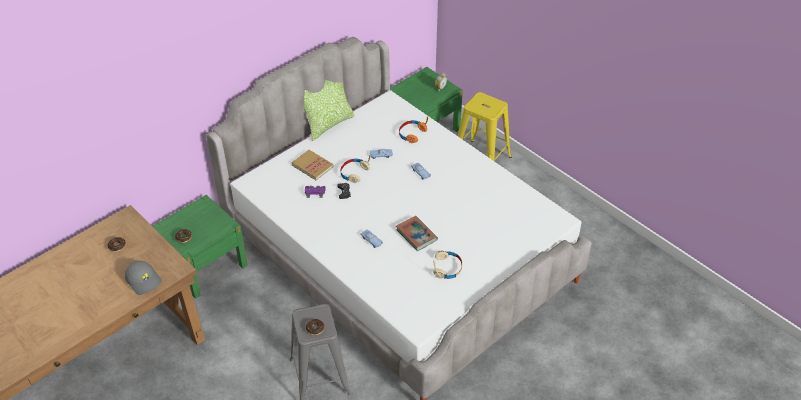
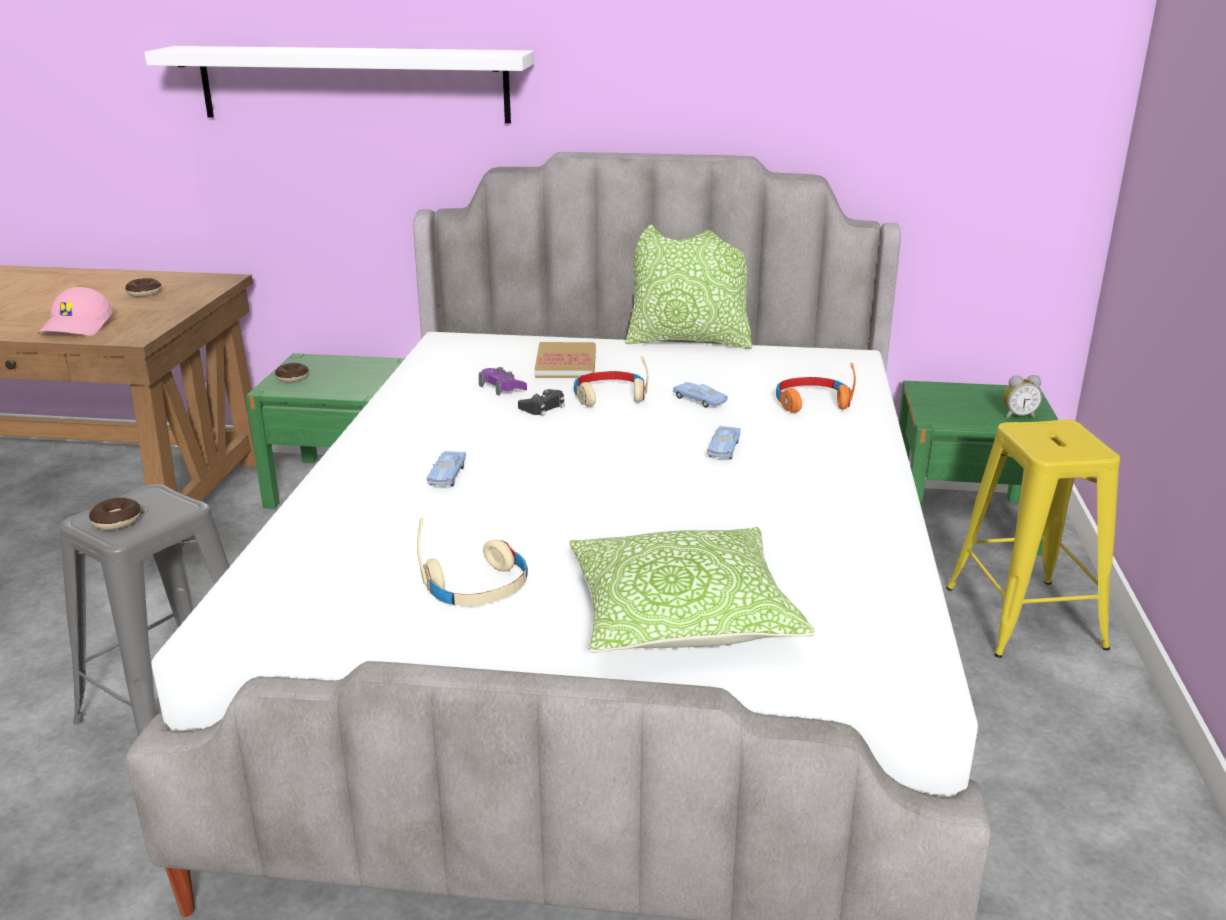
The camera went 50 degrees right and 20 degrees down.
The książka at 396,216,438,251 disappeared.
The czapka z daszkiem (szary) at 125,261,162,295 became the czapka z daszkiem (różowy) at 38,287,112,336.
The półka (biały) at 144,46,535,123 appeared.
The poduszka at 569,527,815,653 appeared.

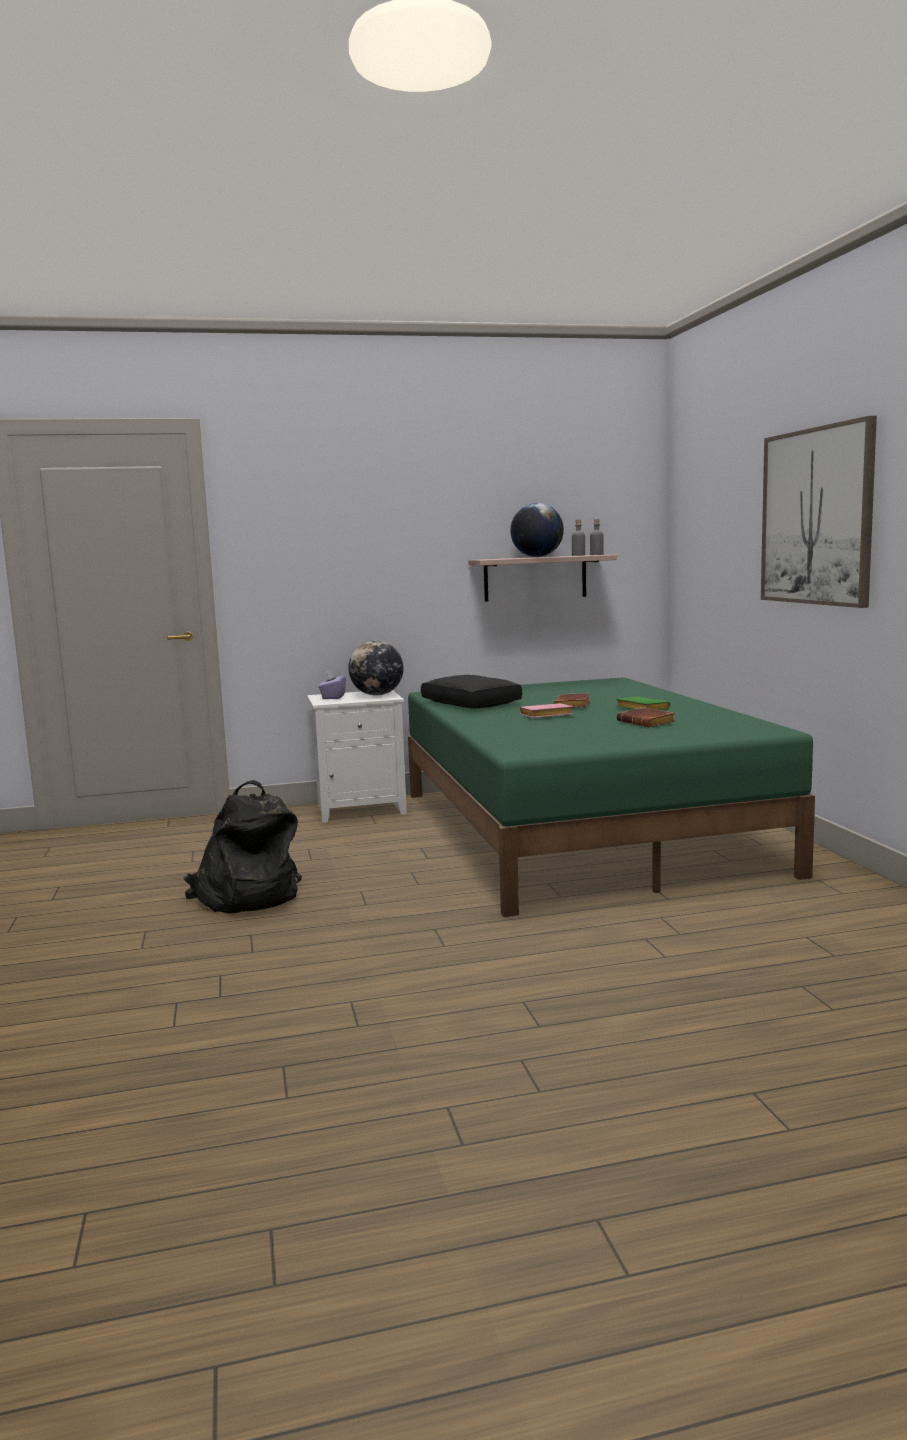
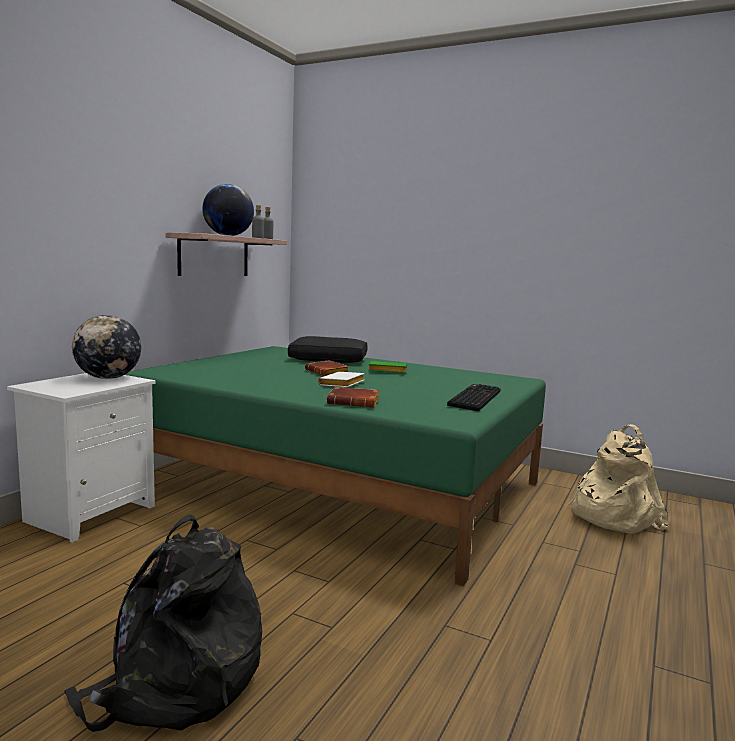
The camera went 50 degrees left and 0 degrees up.
The obraz at 761,416,877,608 disappeared.
The pudełko chusteczek (fioletowy) at 319,670,346,699 disappeared.
The poduszka (czarny) moved from 421,675,522,708 to 288,336,368,363.
The książka (różowy) at 520,703,573,718 became the książka (biały) at 318,372,365,387.
The książka (brązowy) moved from 617,707,675,727 to 327,387,380,407.
The klawiatura at 447,384,501,411 appeared.
The plecak (beżowy) at 569,424,668,534 appeared.

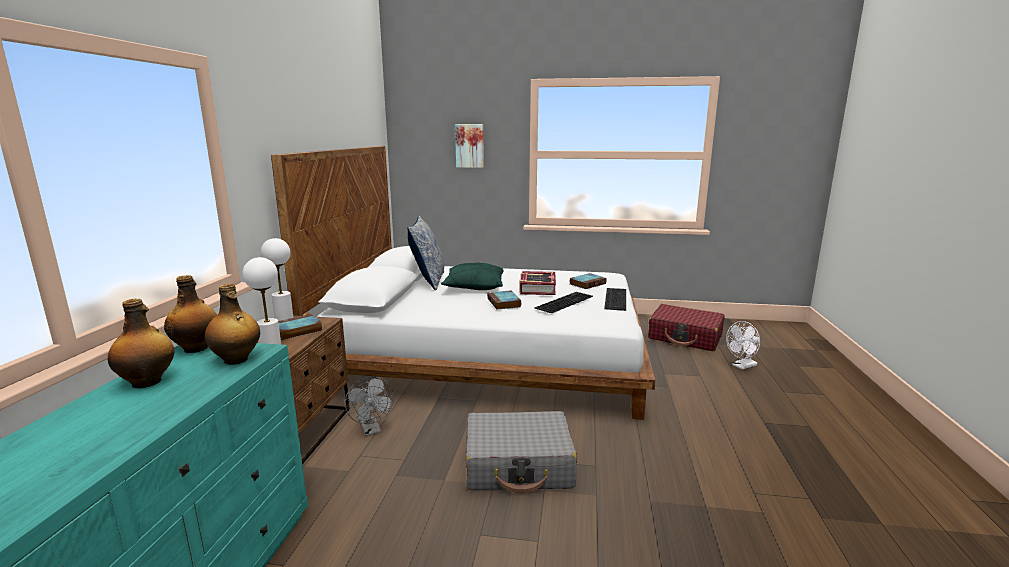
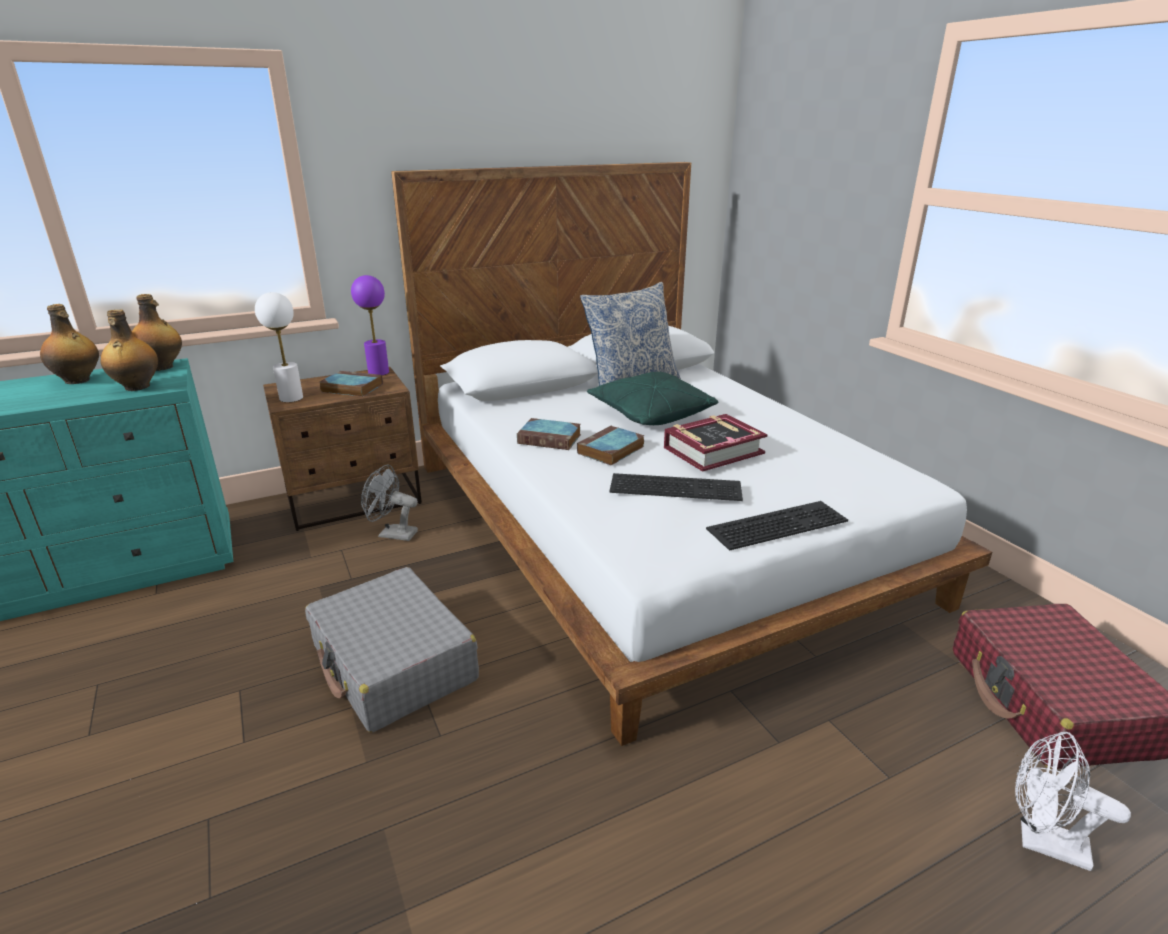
The camera went 55 degrees right and 10 degrees up.
The obraz at 455,124,484,168 disappeared.
The lampa stołowa (biały) at 261,238,294,321 became the lampa stołowa (fioletowy) at 351,275,389,375.
The książka moved from 570,273,607,289 to 517,418,581,450.
The wentylator (szary) at 345,376,394,437 turned 75 degrees clockwise.

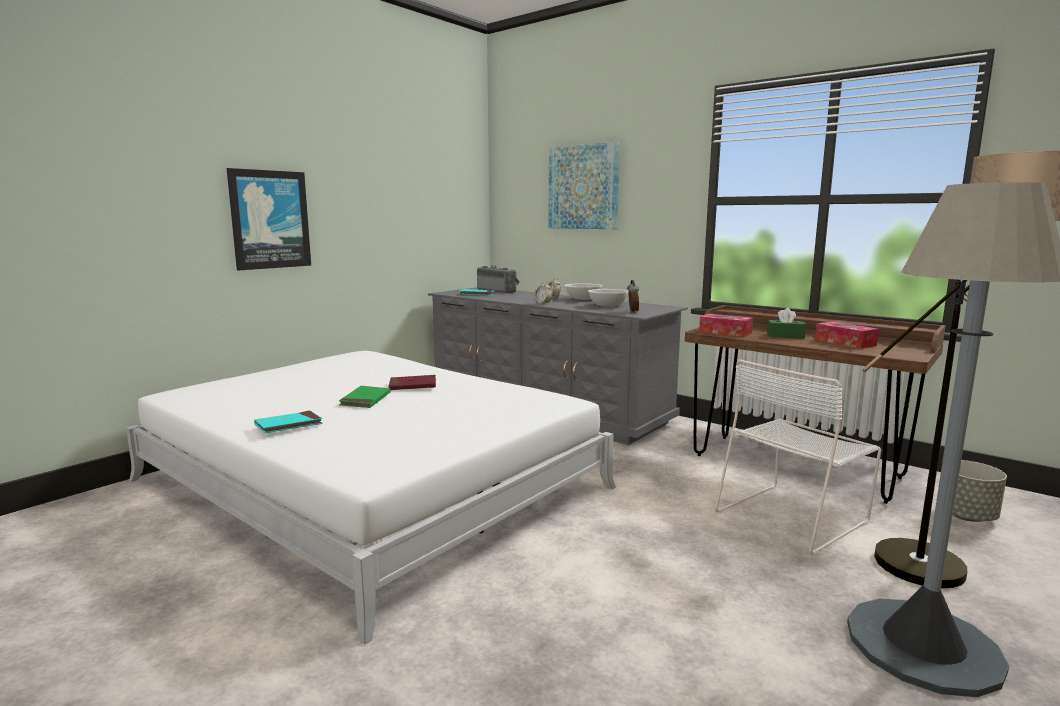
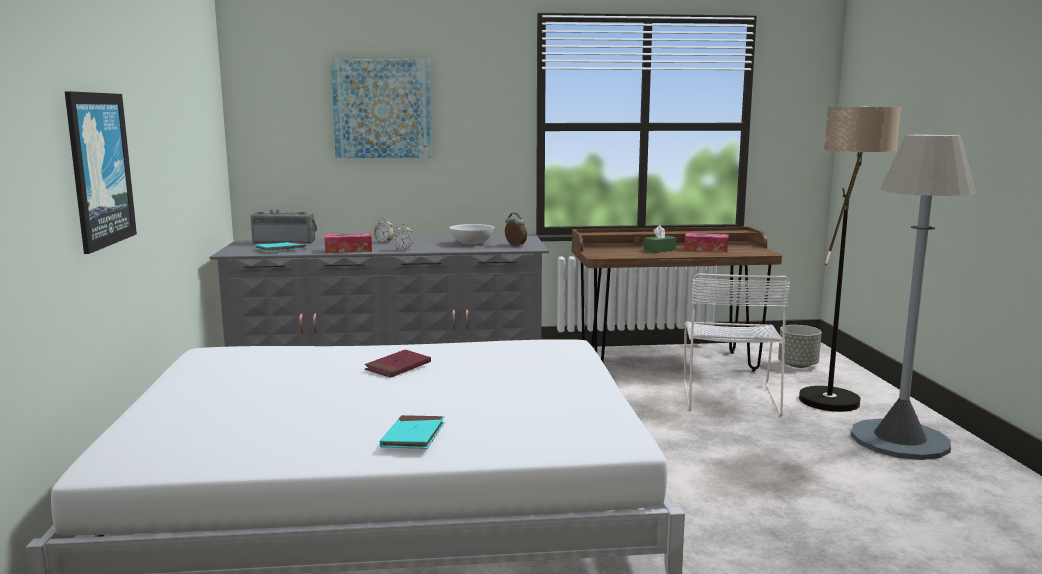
The camera went 45 degrees left and 0 degrees up.
The miska (biały) at 564,283,602,300 disappeared.
The pudełko chusteczek moved from 699,314,753,337 to 325,233,372,253.
The książka (zielony) at 339,386,390,408 disappeared.

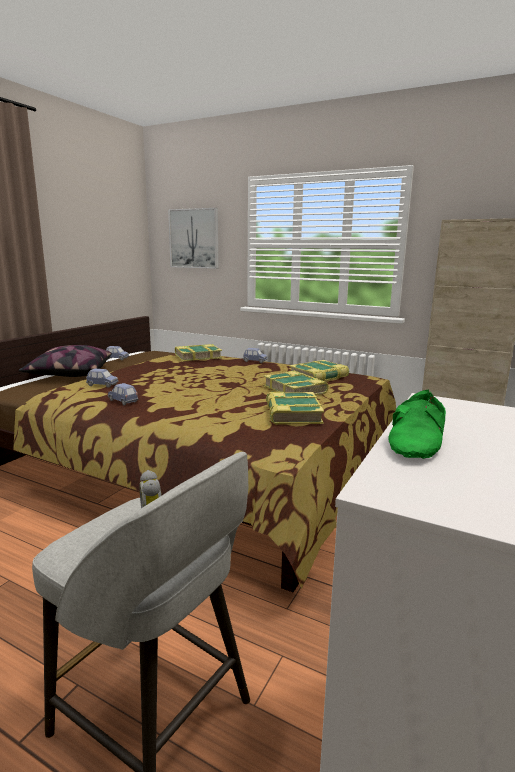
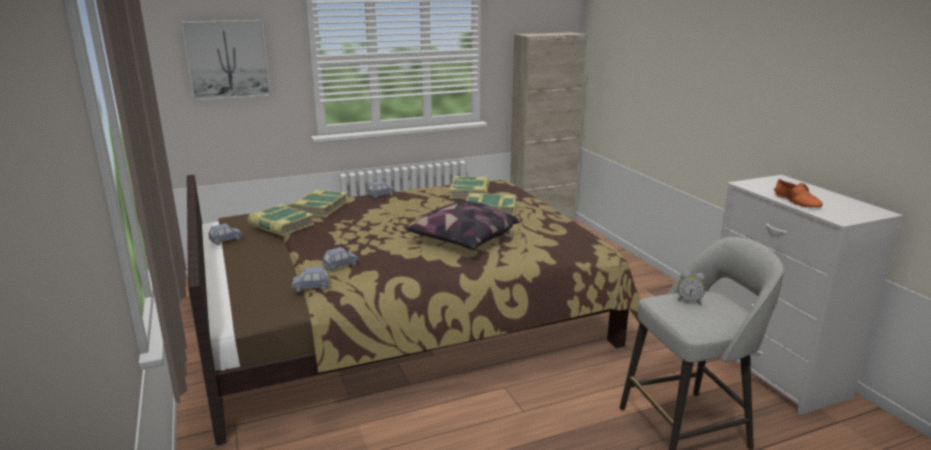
The camera went 50 degrees left and 5 degrees up.
The poduszka moved from 19,345,112,377 to 405,201,521,249.
The samochodzik (niebieski) moved from 108,383,138,405 to 292,267,329,292.
The but (zielony) at 389,389,446,459 became the but (pomarańczowy) at 774,178,823,208.
The książka moved from 266,392,324,425 to 247,204,314,236.

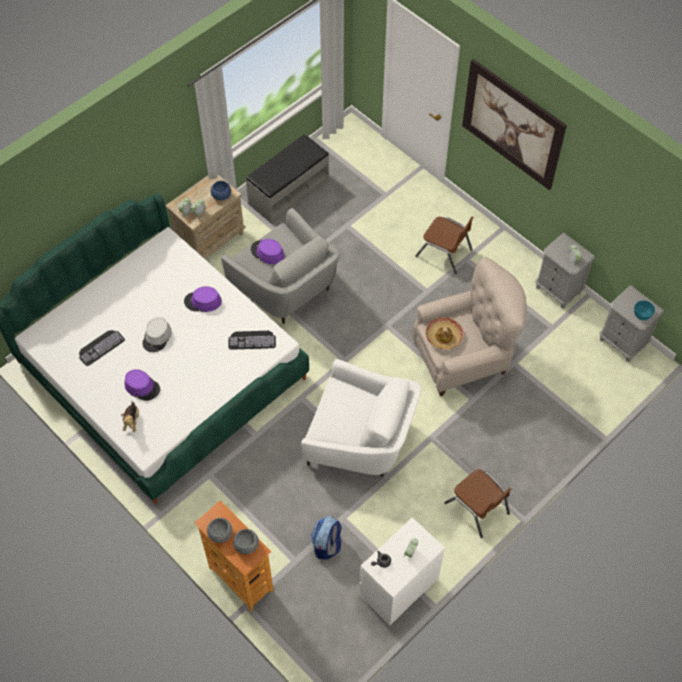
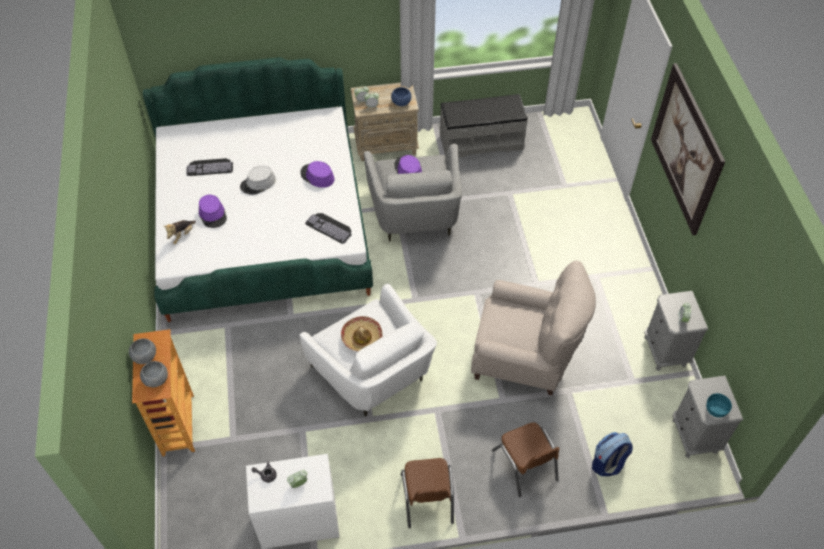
The camera went 35 degrees right and 5 degrees down.
The krzesło (brązowy) moved from 416,217,474,274 to 492,422,559,497.
The kapelusz moved from 425,317,463,349 to 341,316,383,351.
The plecak moved from 311,516,342,560 to 592,432,633,476.

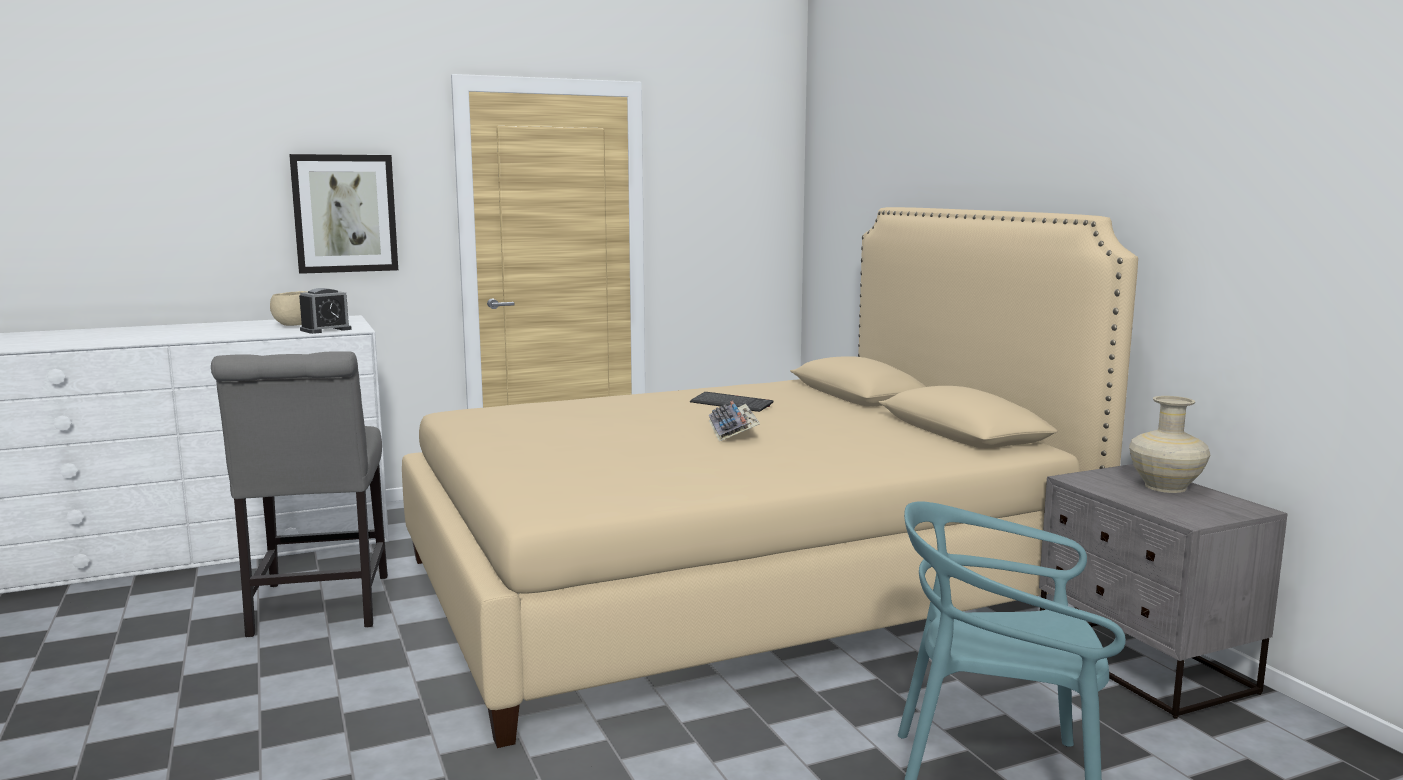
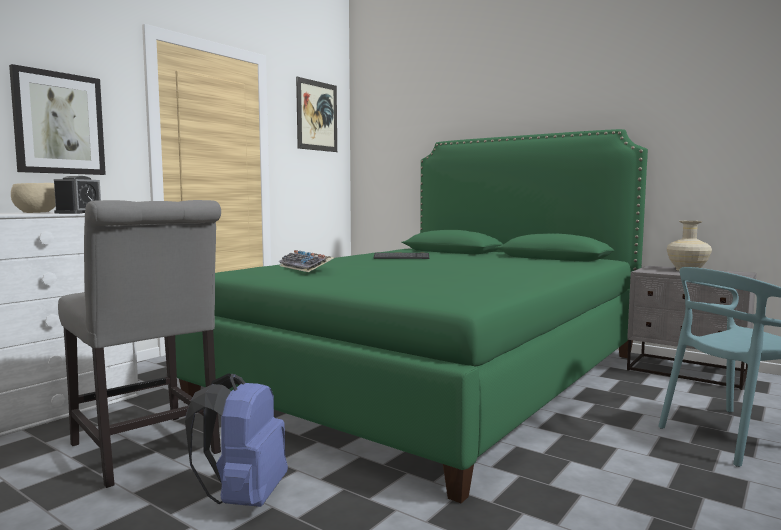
The camera went 30 degrees left and 5 degrees down.
The łóżko (beżowy) at 402,207,1138,748 became the łóżko (zielony) at 175,129,648,503.
The klawiatura moved from 709,401,760,441 to 278,250,335,272.
The obraz at 296,77,337,152 appeared.
The plecak (niebieski) at 185,373,288,507 appeared.

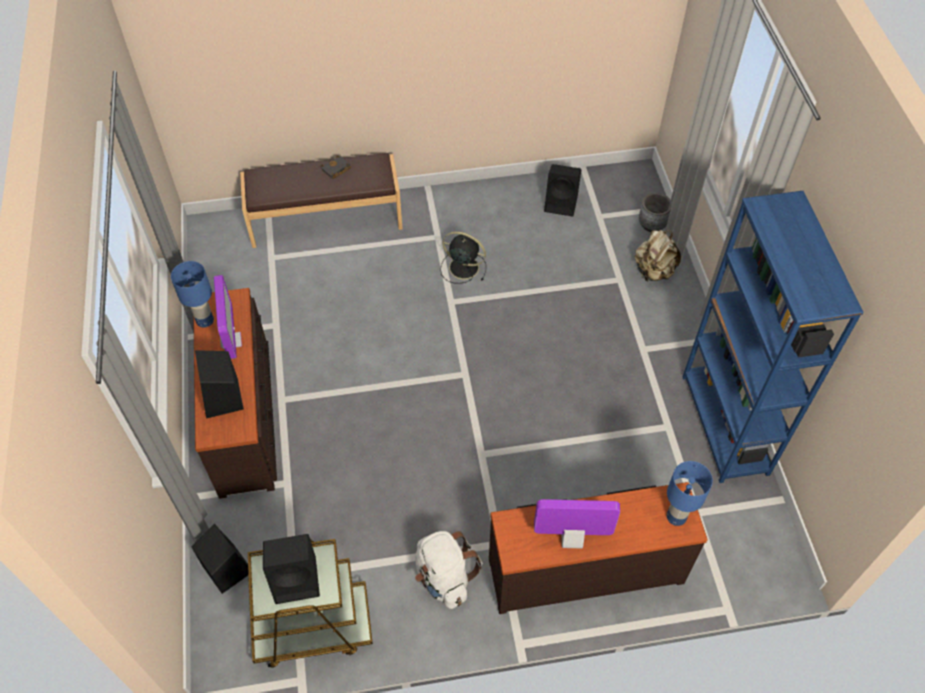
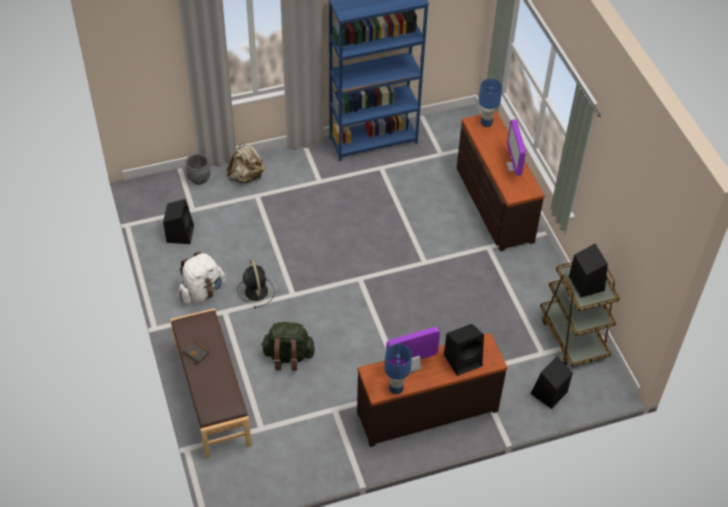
The camera went 100 degrees left and 5 degrees down.
The wentylator (czarny) at 440,231,486,284 turned 150 degrees clockwise.
The plecak (biały) moved from 415,531,483,609 to 179,251,226,304.
The plecak (zielony) at 261,322,315,371 appeared.

